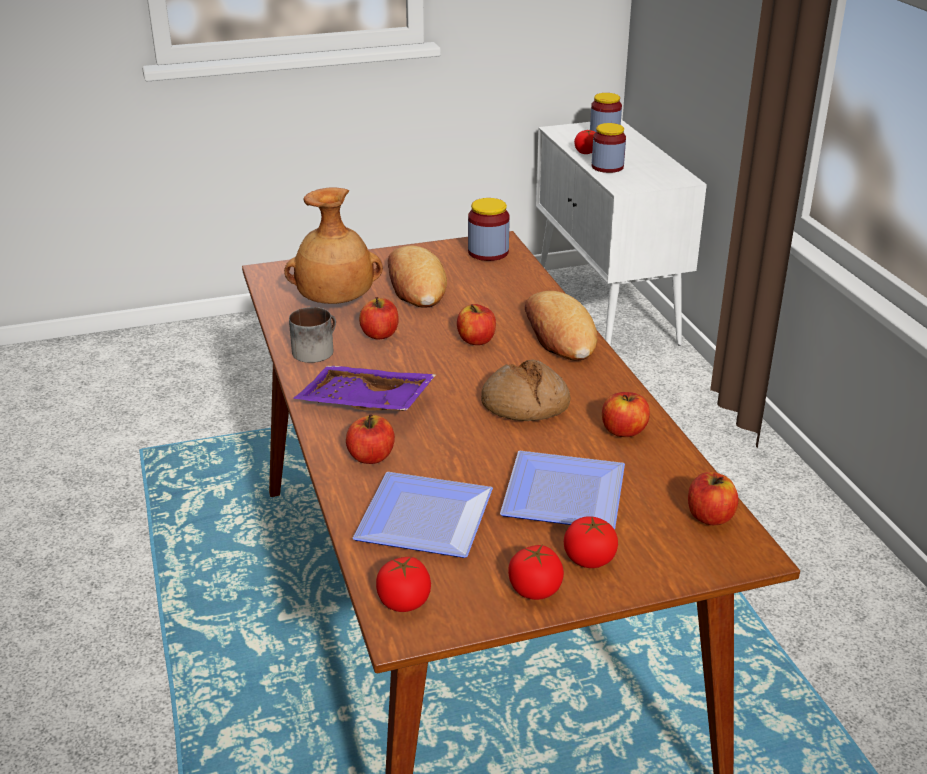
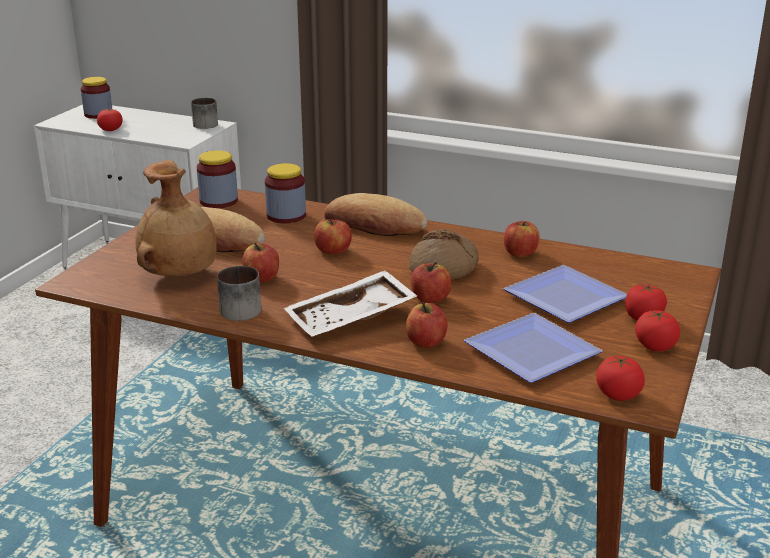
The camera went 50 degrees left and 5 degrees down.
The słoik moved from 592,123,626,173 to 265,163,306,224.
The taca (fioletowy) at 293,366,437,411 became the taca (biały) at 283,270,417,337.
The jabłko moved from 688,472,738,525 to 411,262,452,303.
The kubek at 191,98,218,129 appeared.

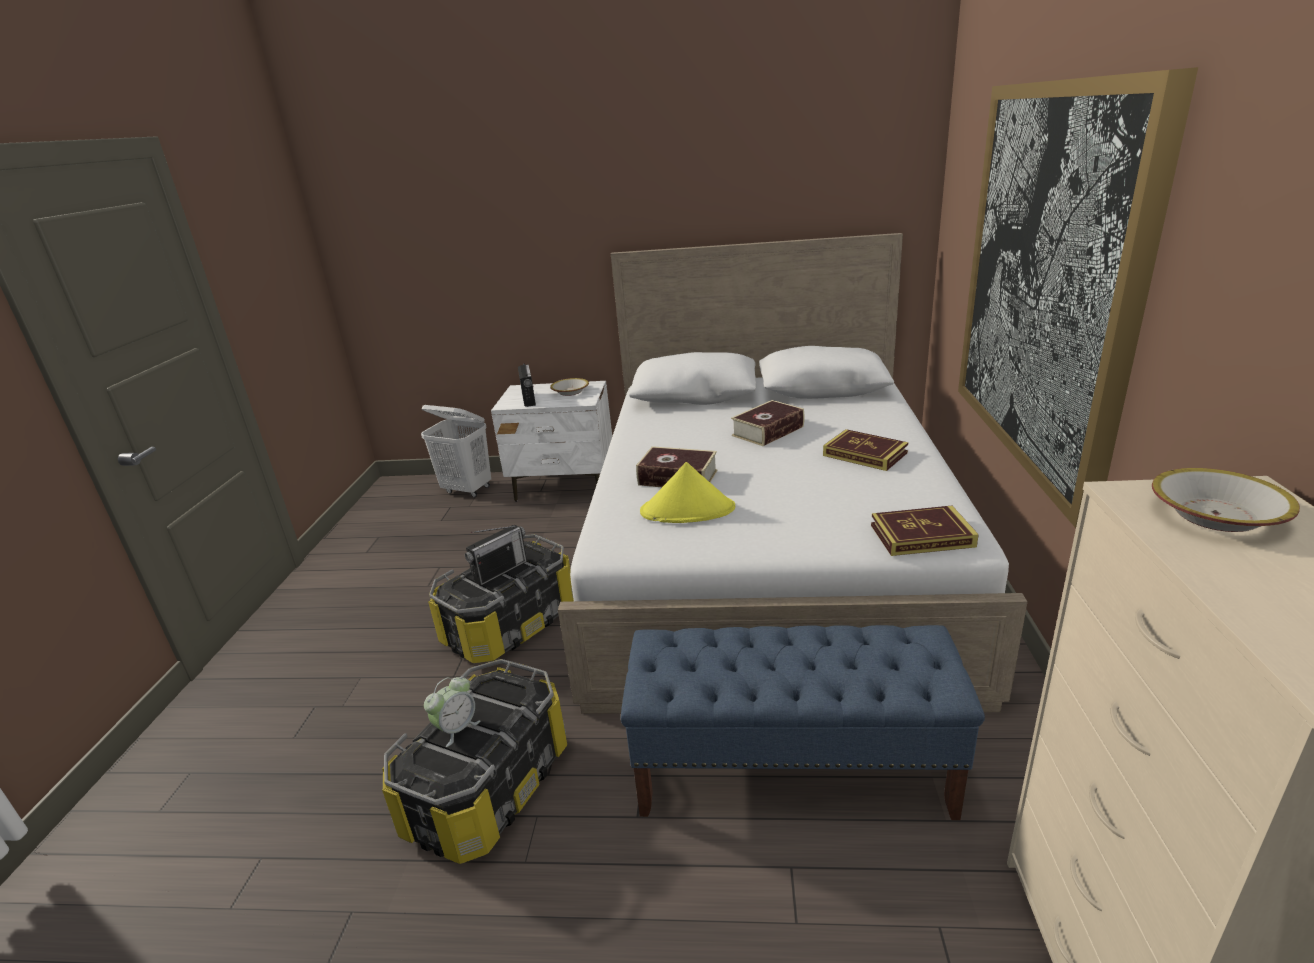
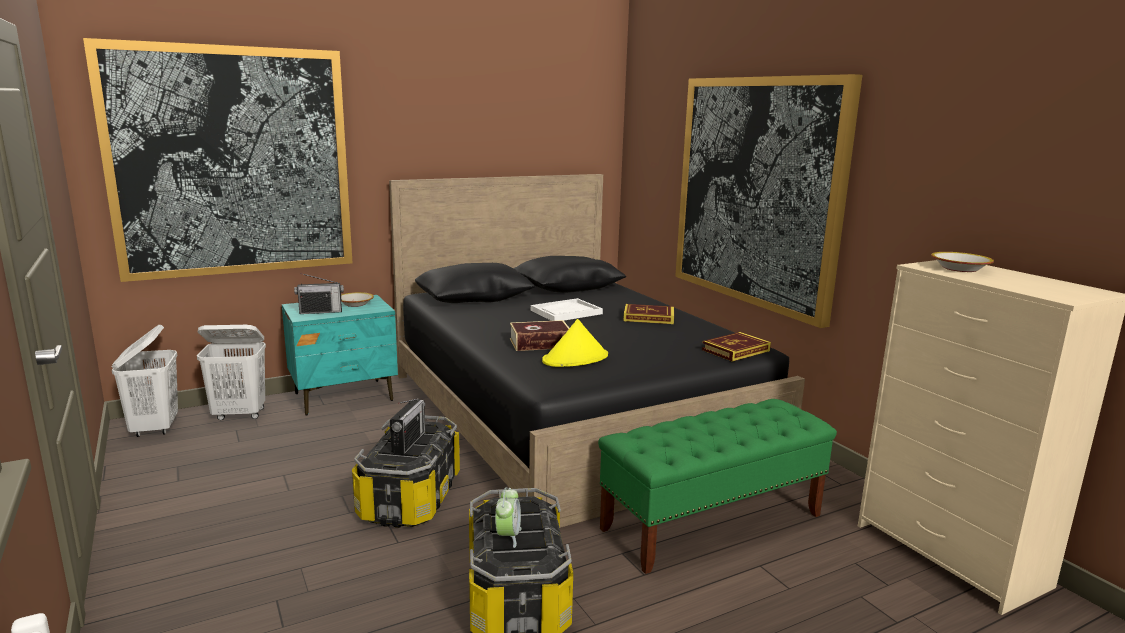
The camera went 35 degrees left and 10 degrees down.
The łóżko (biały) at 558,233,1028,713 became the łóżko (czarny) at 389,174,805,528.
The radio at 518,363,536,407 turned 120 degrees clockwise.
The szafka nocna (biały) at 491,381,612,502 became the szafka nocna (turkusowy) at 282,295,398,416.
The książka at 731,400,805,446 was replaced by the taca (biały) at 531,298,603,321.
The ławka (niebieski) at 621,625,985,820 became the ławka (zielony) at 598,399,837,574.
The obraz at 83,38,352,282 appeared.
The kosz na pranie (biały) at 112,325,178,437 appeared.

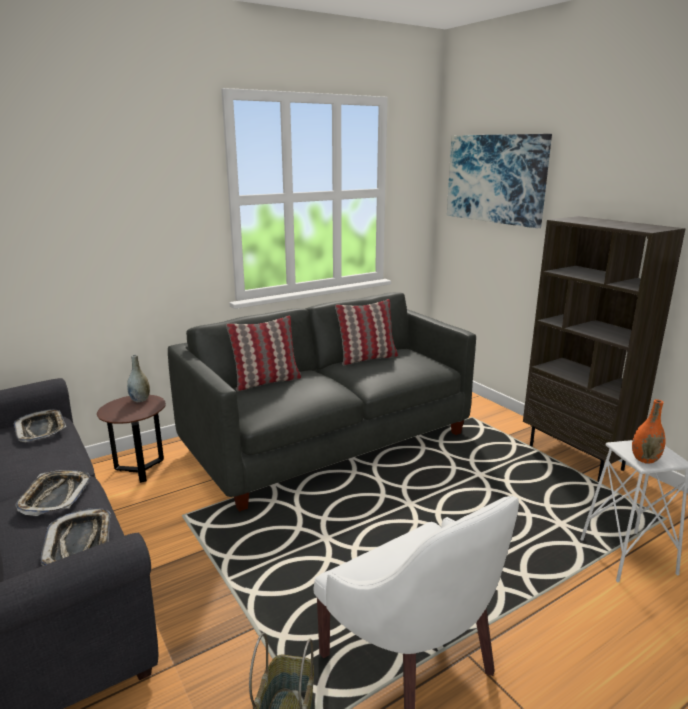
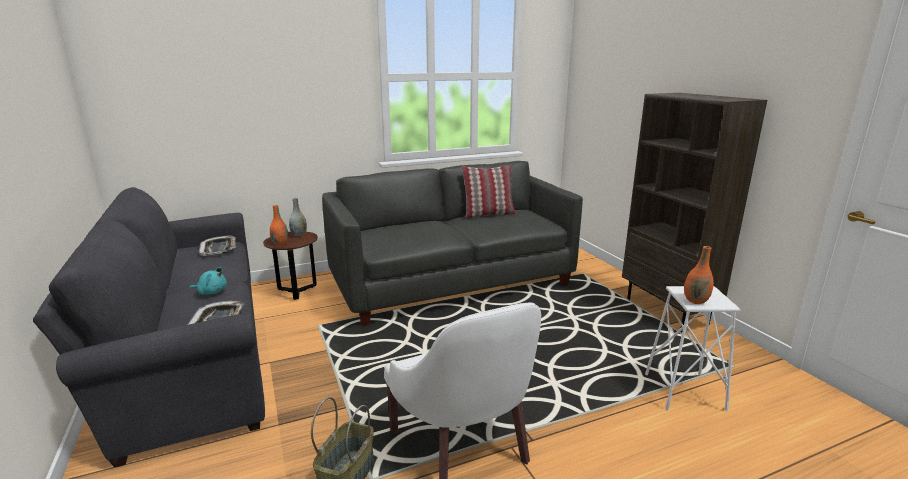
The camera went 10 degrees right and 0 degrees up.
The obraz at 447,134,552,228 disappeared.
The poduszka at 226,315,301,391 disappeared.
The taca at 15,470,91,516 was replaced by the pluszak (turkusowy) at 189,267,227,295.
The wazon (pomarańczowy) at 270,205,288,245 appeared.

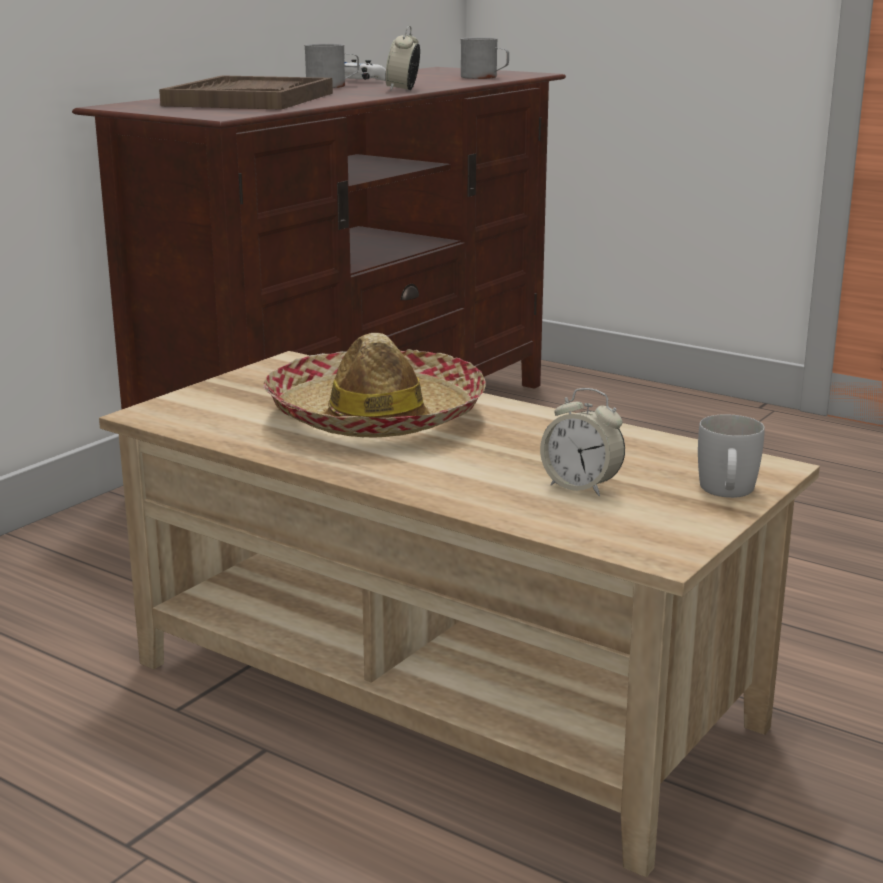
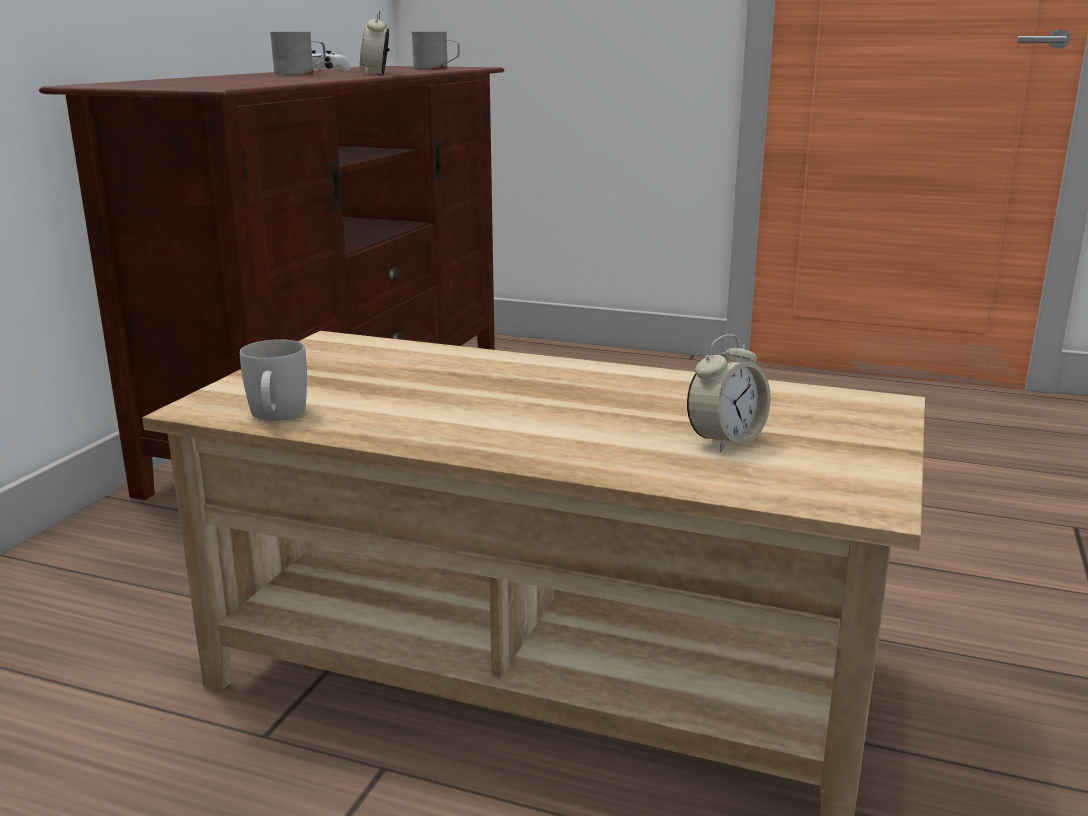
The camera went 15 degrees left and 0 degrees up.
The taca (brązowy) at 159,75,333,110 disappeared.
The kapelusz at 263,333,486,438 disappeared.
The budzik at 540,388,625,496 turned 60 degrees counterclockwise.
The kubek (biały) moved from 698,414,765,498 to 240,339,307,421.

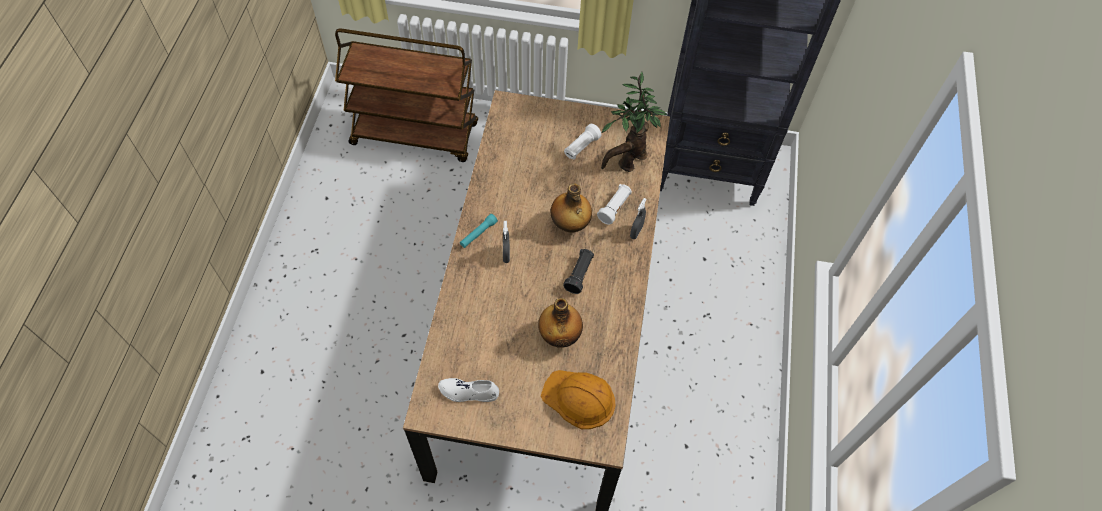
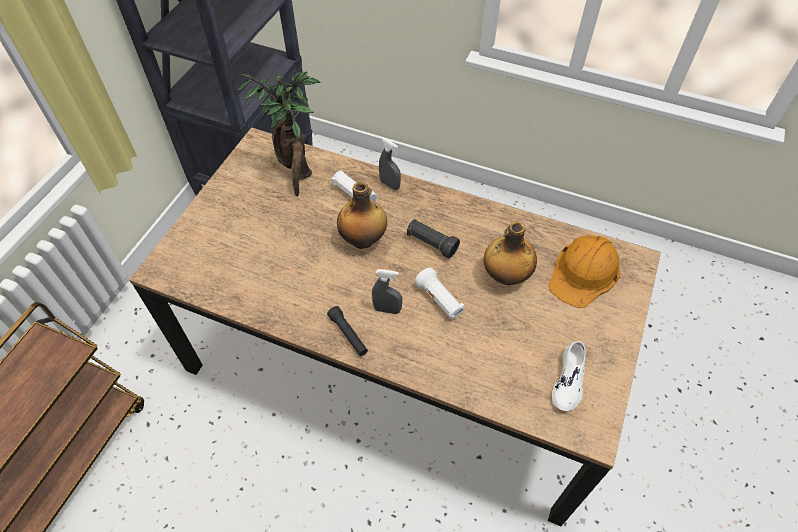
The camera went 75 degrees left and 5 degrees down.
The latarka (biały) moved from 564,124,601,160 to 415,268,464,319.
The latarka (turkusowy) at 460,214,498,248 became the latarka (czarny) at 327,306,368,356.

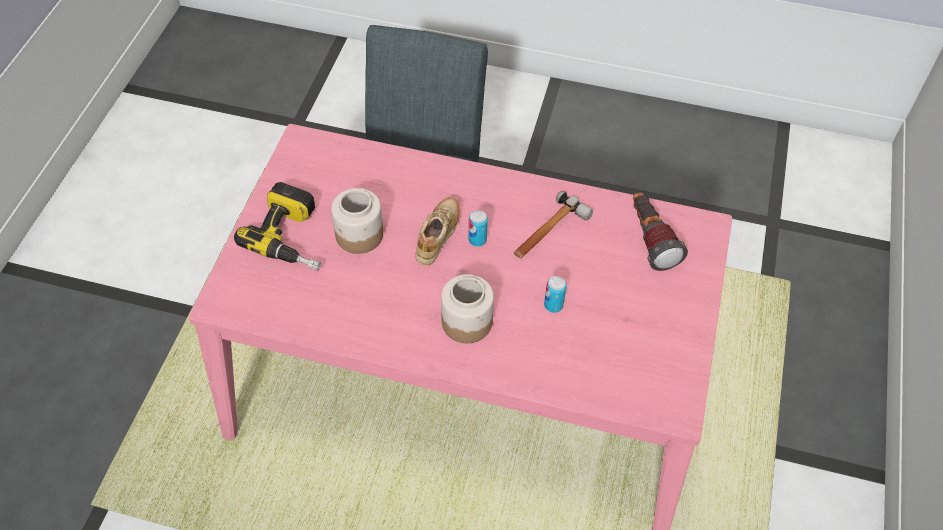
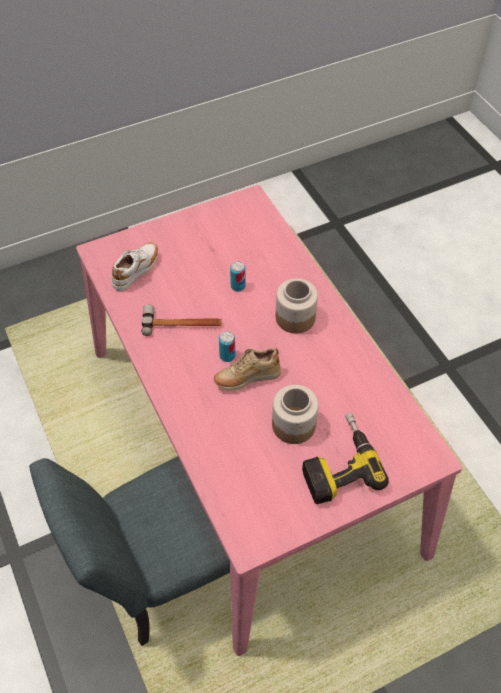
The camera went 130 degrees left and 0 degrees up.
The latarka at 633,192,688,271 was replaced by the but (biały) at 111,243,158,291.

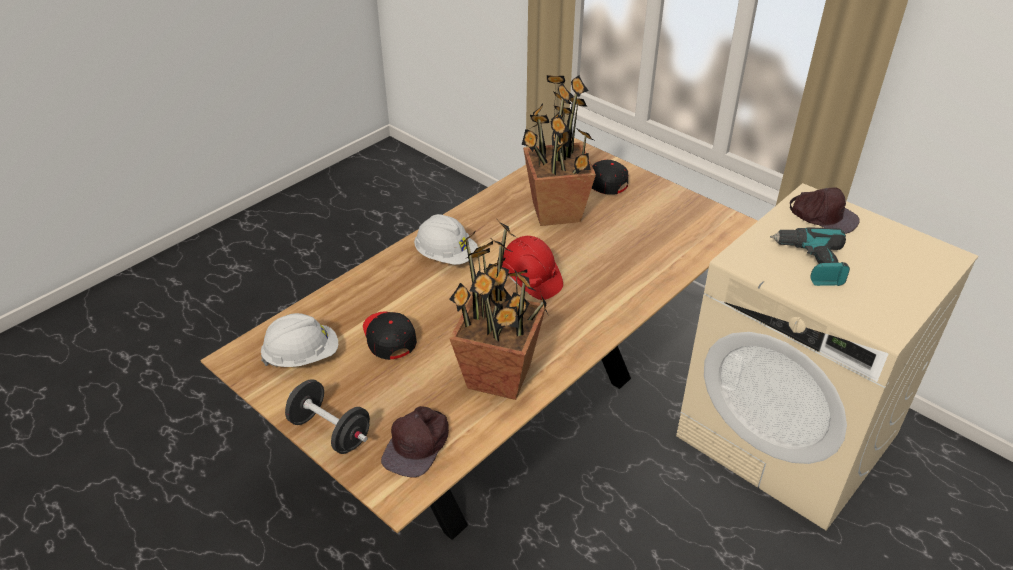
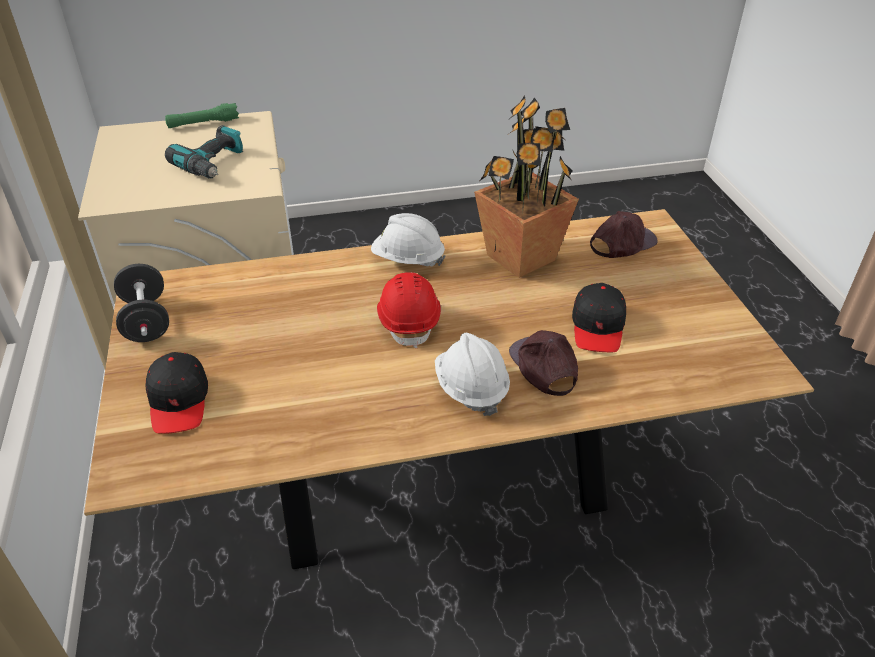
The camera went 145 degrees left and 0 degrees up.
The roślina doniczkowa at 522,75,596,226 disappeared.
The czapka z daszkiem (brązowy) moved from 790,187,860,234 to 509,330,578,396.
The kask (biały) moved from 261,313,338,367 to 371,213,446,267.
The hantel (czarny) moved from 285,379,370,454 to 114,264,169,342.
The latarka (zielony) at 165,103,239,128 appeared.

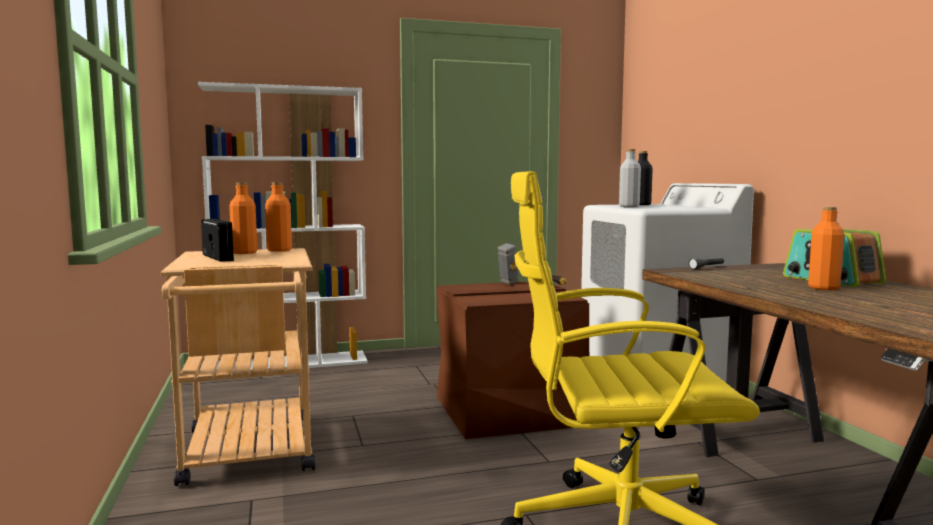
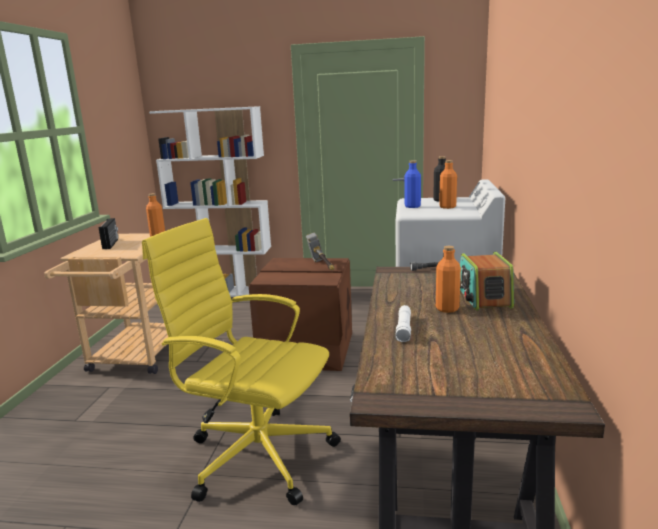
The camera went 25 degrees right and 10 degrees up.
The butelka (szary) at 619,149,641,207 became the butelka (niebieski) at 405,160,421,208.
The butelka (pomarańczowy) moved from 229,182,257,254 to 439,160,457,209.
The latarka (biały) at 396,305,411,342 appeared.

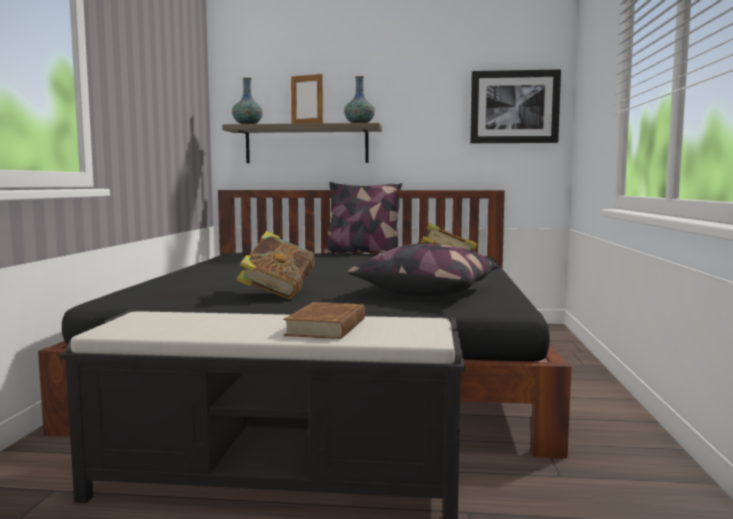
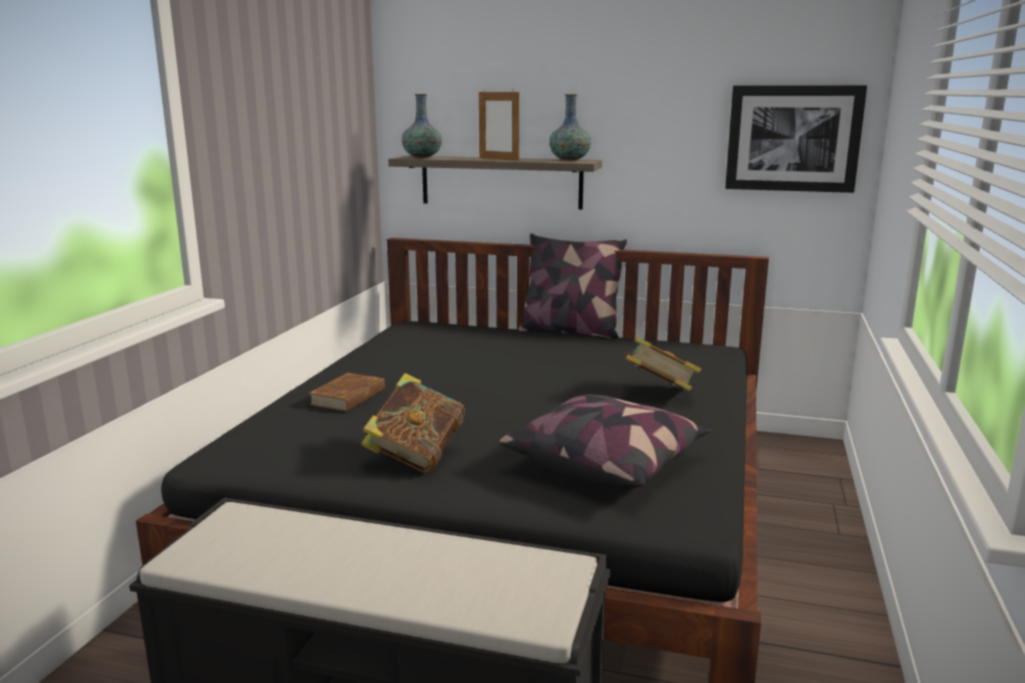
The camera went 10 degrees right and 10 degrees up.
The książka (brązowy) moved from 283,302,365,339 to 308,373,385,412.

